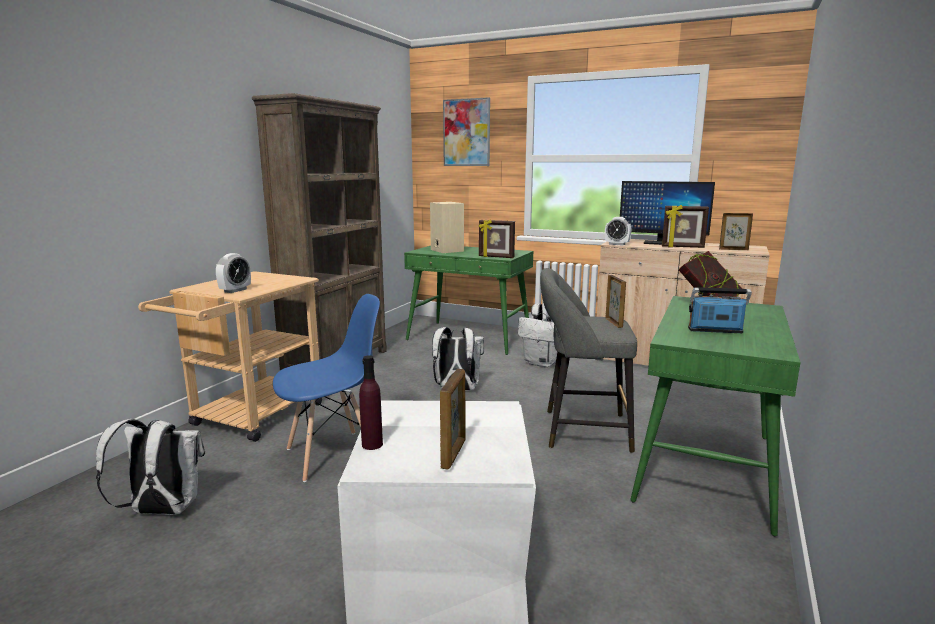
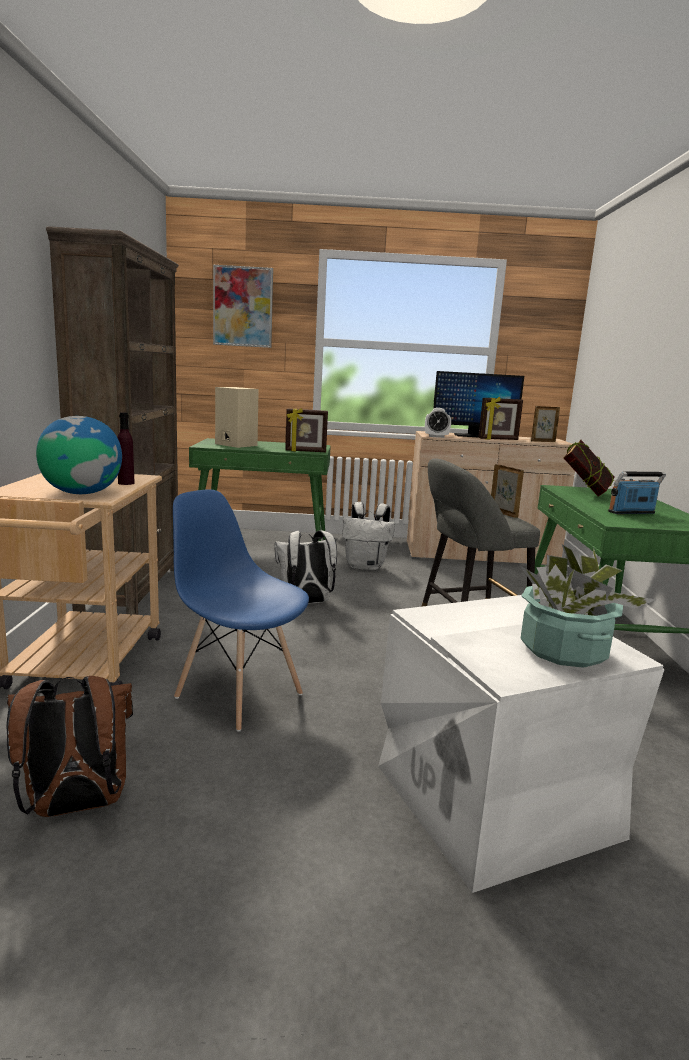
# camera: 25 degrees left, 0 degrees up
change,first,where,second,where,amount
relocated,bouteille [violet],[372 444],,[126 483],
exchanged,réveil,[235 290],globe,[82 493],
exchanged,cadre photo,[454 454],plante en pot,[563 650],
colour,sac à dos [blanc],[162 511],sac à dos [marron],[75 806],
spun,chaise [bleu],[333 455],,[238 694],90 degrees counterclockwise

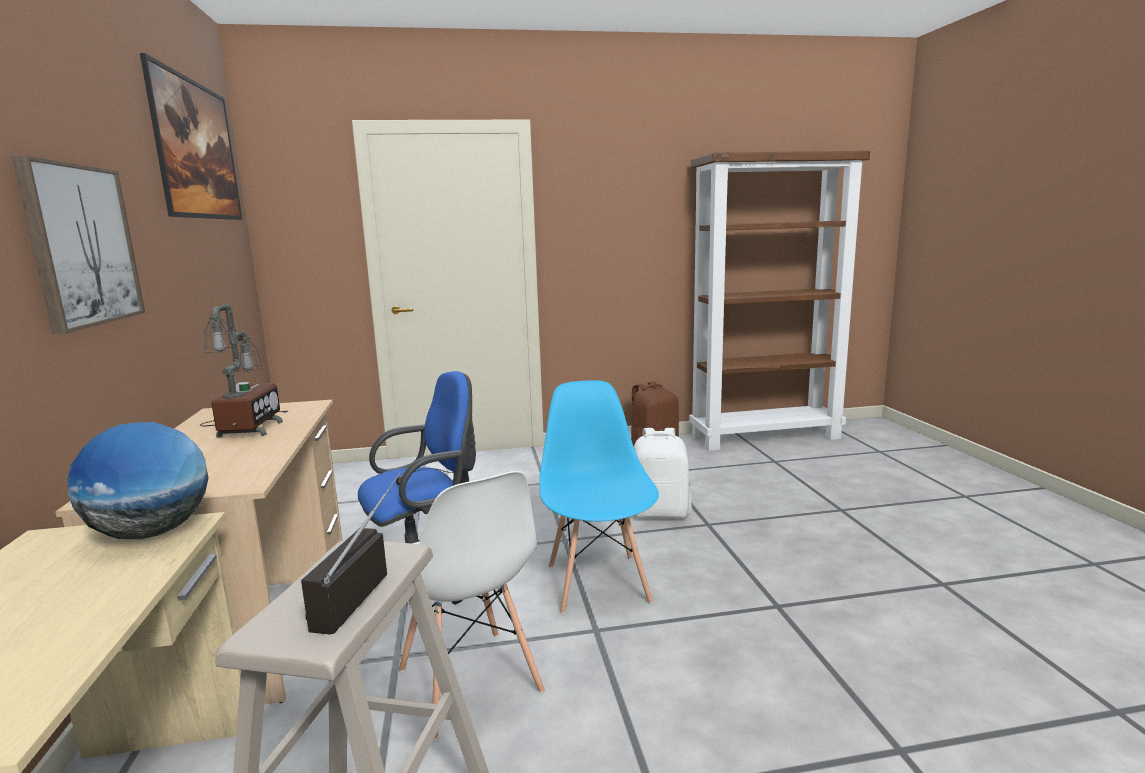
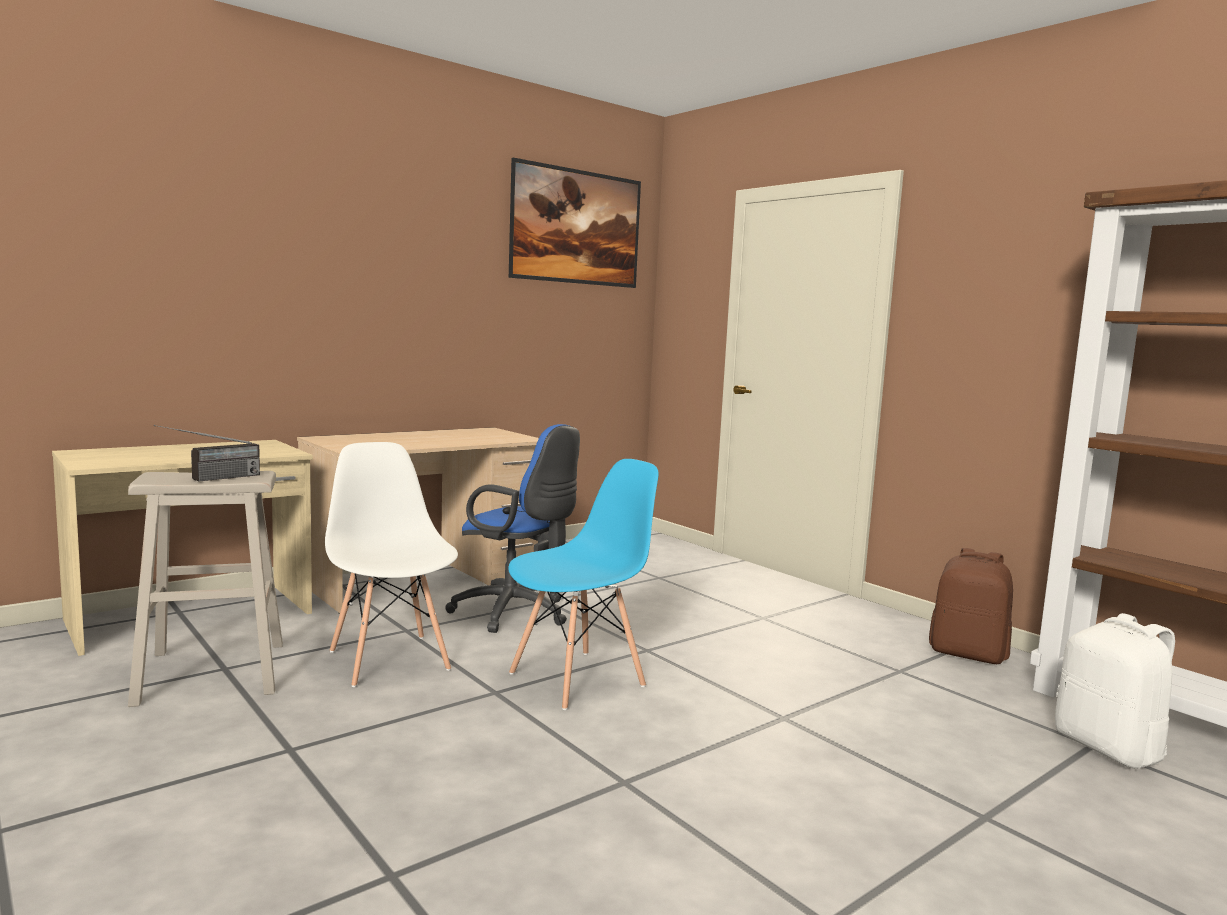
# camera: 60 degrees right, 5 degrees down
change,first,where,second,where,amount
missing,tableau,[81 245],,,
missing,globe,[152 533],,,
missing,lampe de table,[248 426],,,
relocated,sac à dos [blanc],[660 513],,[1110 748],
spun,radio,[362 586],,[210 479],150 degrees clockwise
spun,chaise [blanc],[469 682],,[390 659],120 degrees clockwise

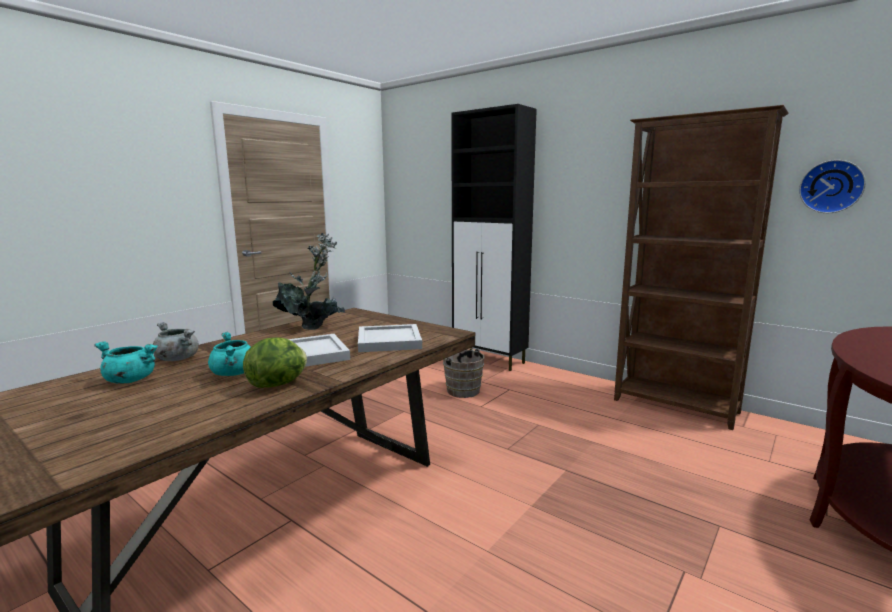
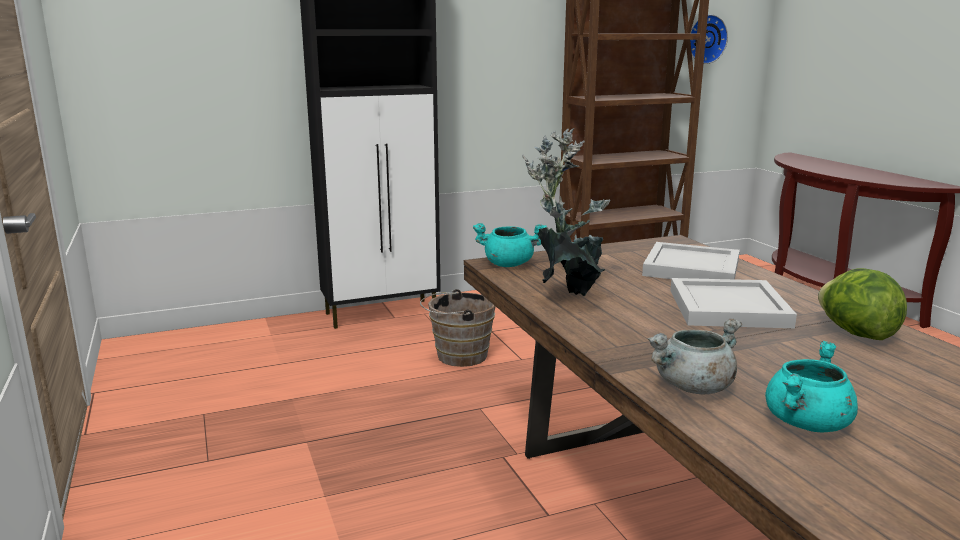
# camera: 60 degrees left, 5 degrees up
change,first,where,second,where,amount
relocated,marmite [turquoise],[234 373],,[509 264],

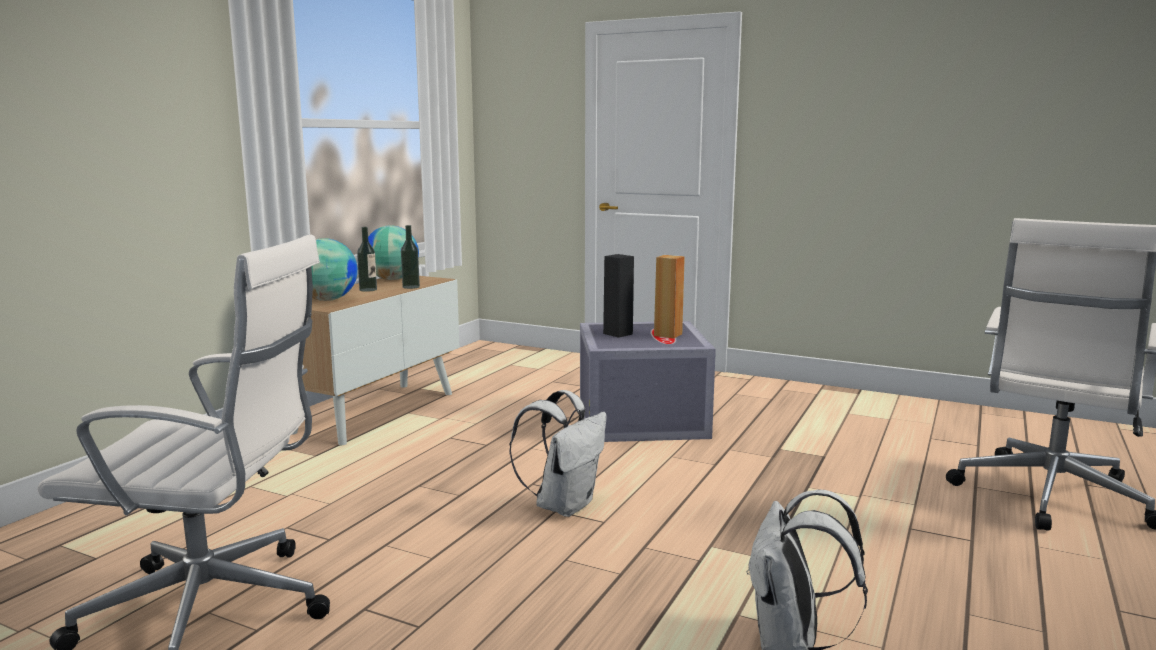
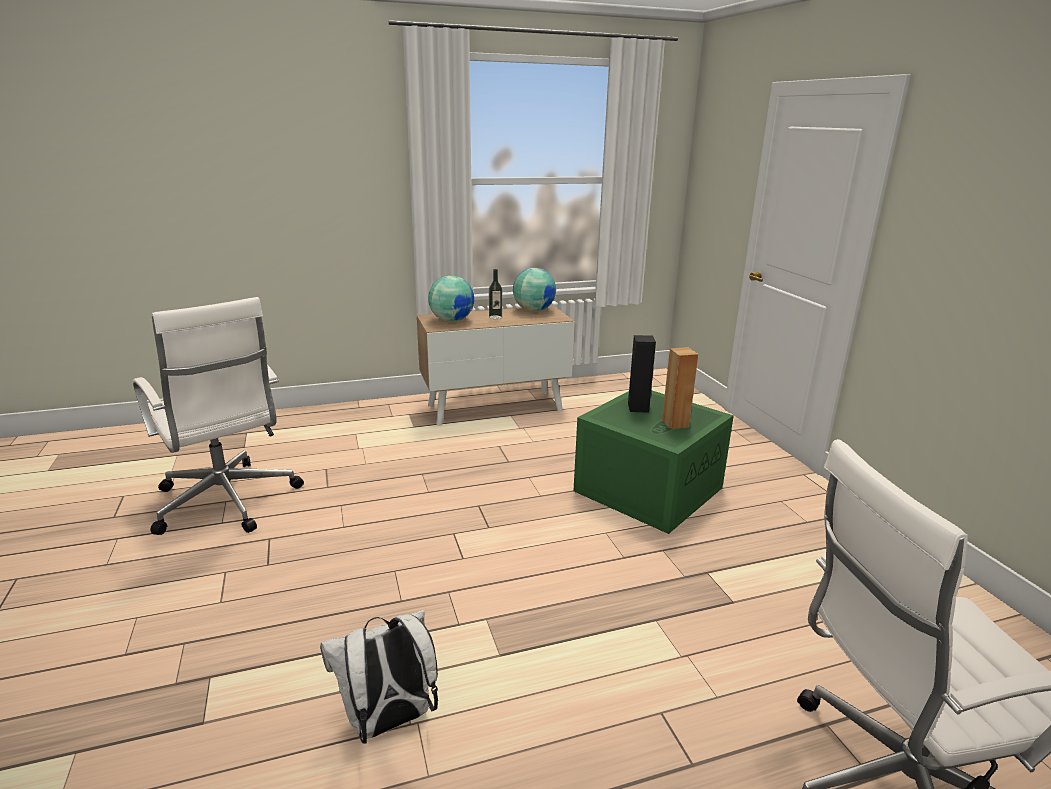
# camera: 45 degrees right, 10 degrees up
change,first,where,second,where,amount
missing,bouteille,[411 287],,,
missing,sac à dos [blanc],[564 505],,,
colour,boîte de rangement [gris],[639 419],boîte de rangement [vert],[647 488],

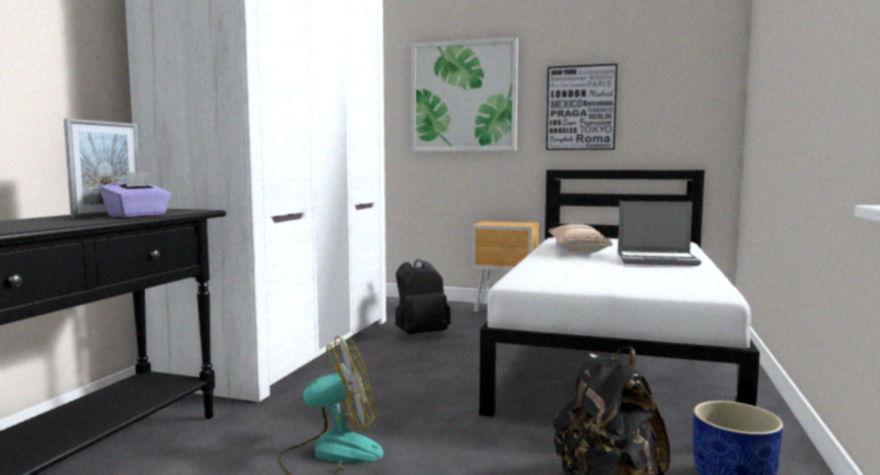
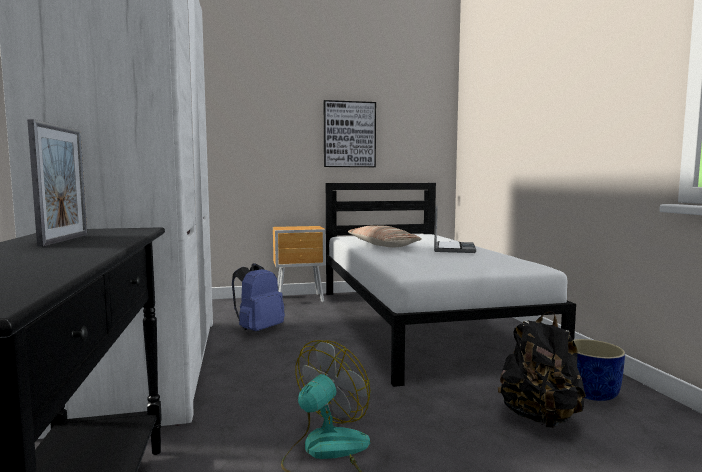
# camera: 30 degrees left, 0 degrees up
change,first,where,second,where,amount
missing,boîte à mouchoirs [violet],[138 215],,,
missing,tableau,[463 96],,,
colour,sac à dos [noir],[420 334],sac à dos [bleu],[258 330],
spun,ordinateur portable,[657 260],,[453 248],60 degrees counterclockwise

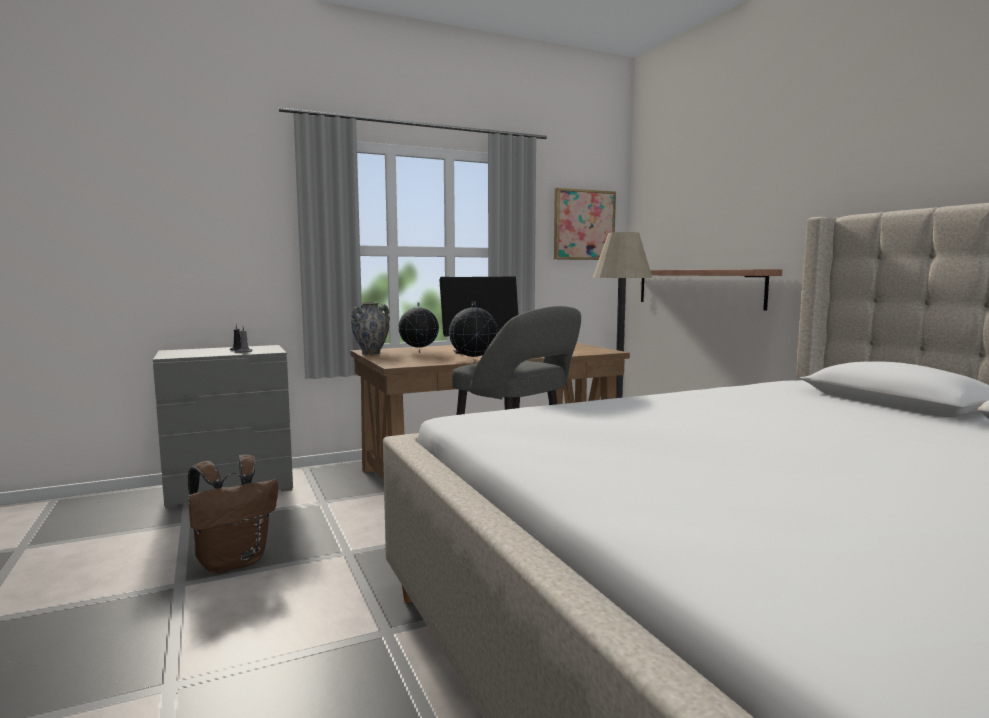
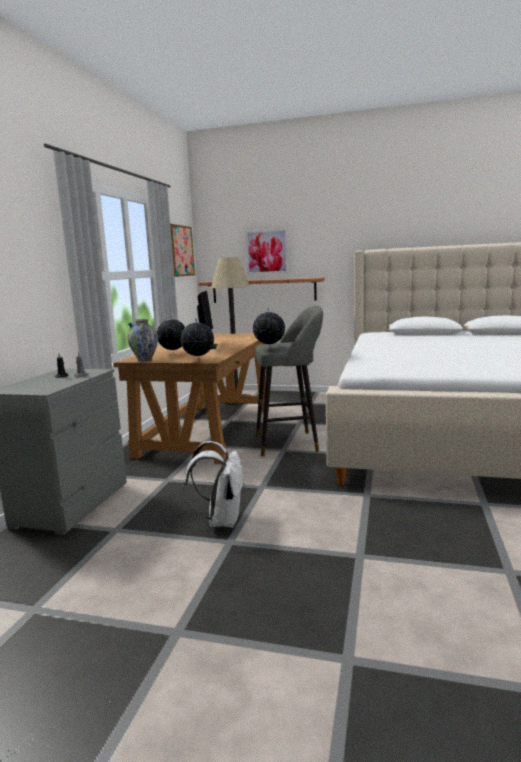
# camera: 50 degrees left, 5 degrees up
change,first,where,second,where,amount
appeared,,,globe,[198 360],
appeared,,,tableau,[267 252],
colour,sac à dos [marron],[233 562],sac à dos [blanc],[221 520],

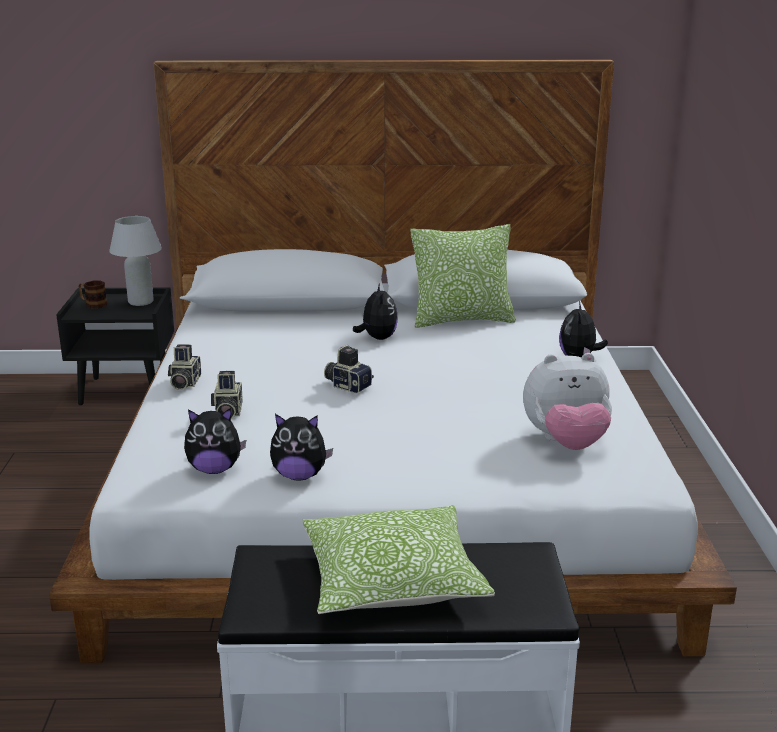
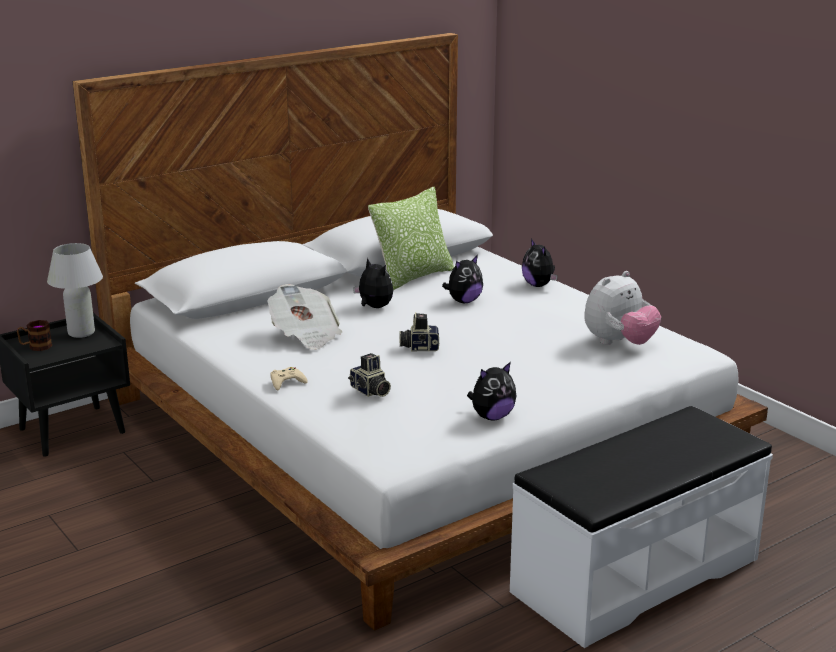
# camera: 35 degrees left, 0 degrees up
change,first,where,second,where,amount
missing,coussin,[392 581],,,
appeared,,,journal,[305 335],
relocated,peluche,[214 469],,[463 301],
exchanged,appareil photo,[184 383],manette [beige],[287 382],

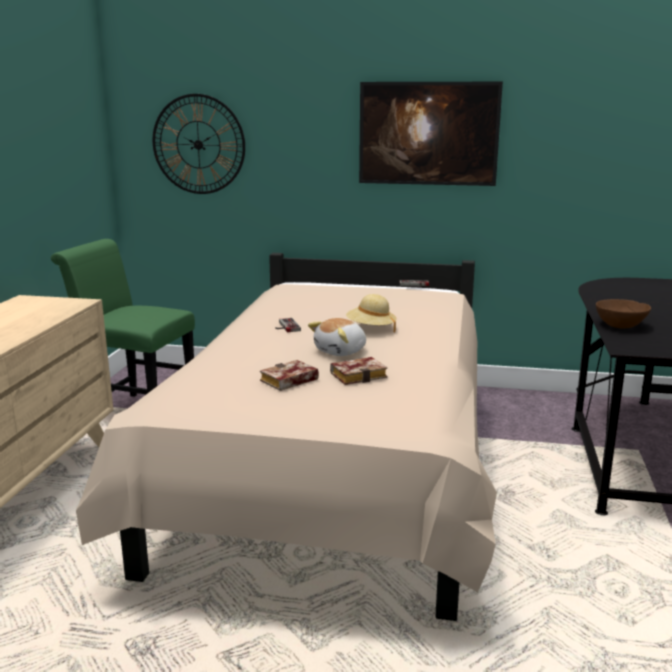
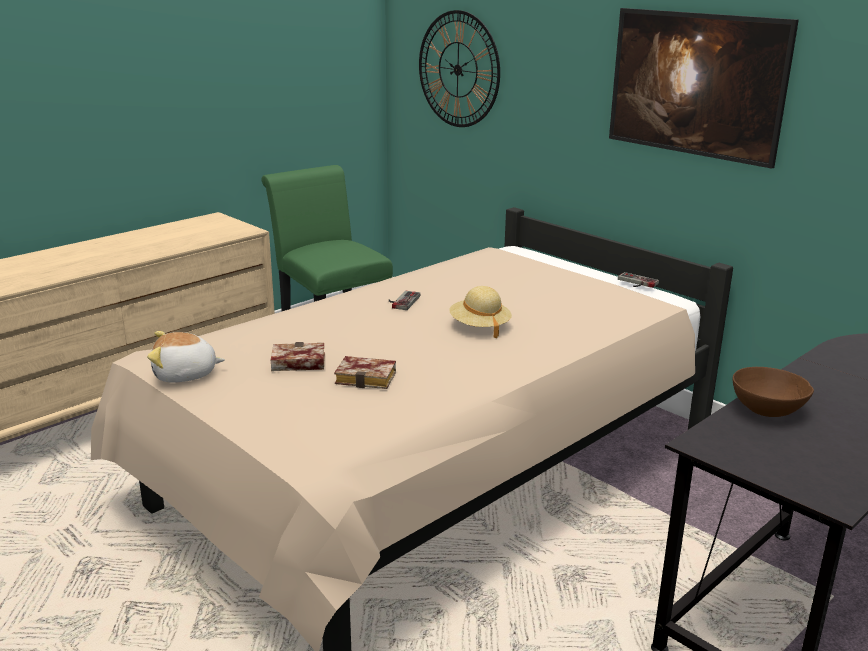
# camera: 35 degrees right, 5 degrees up
change,first,where,second,where,amount
relocated,peluche,[341 351],,[185 375],

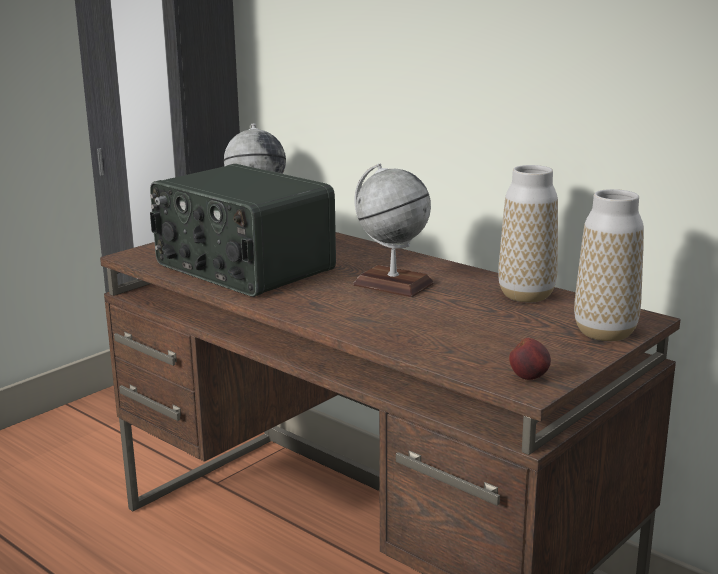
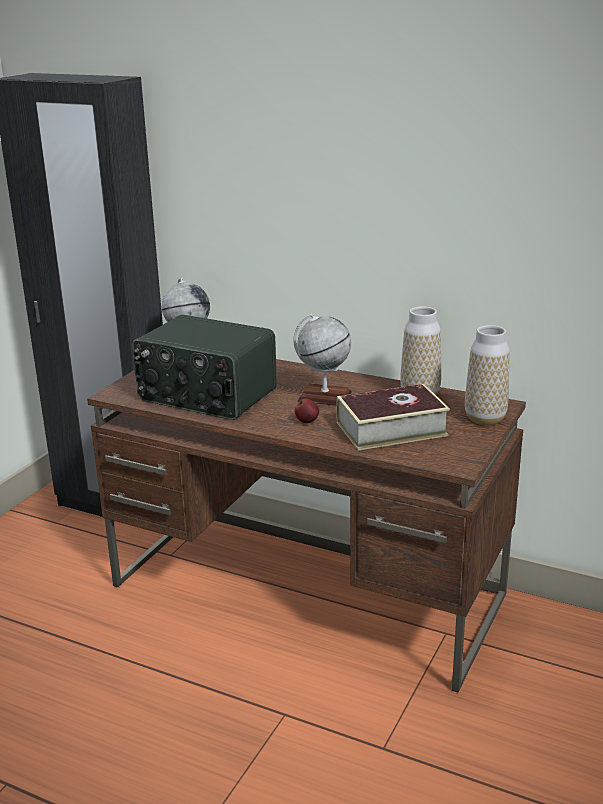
# camera: 15 degrees left, 5 degrees up
change,first,where,second,where,amount
appeared,,,livre,[391 429],
relocated,pomme,[529 377],,[307 421],

